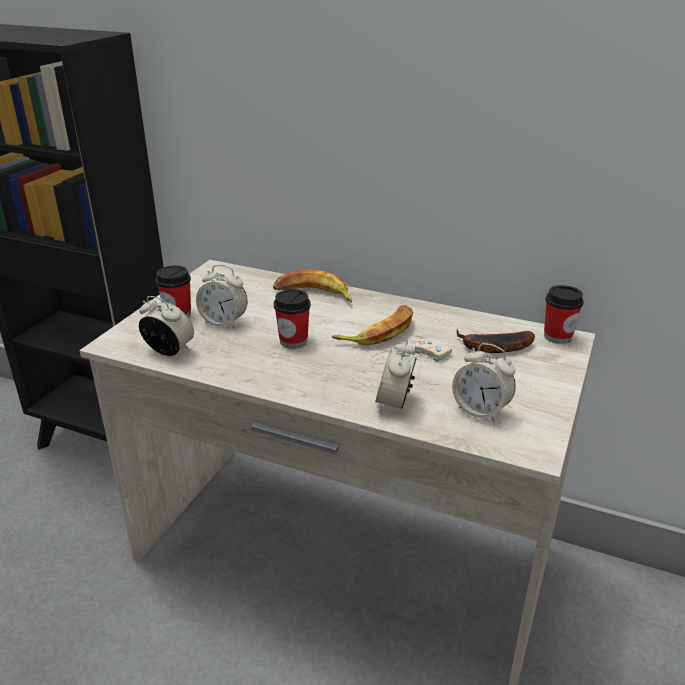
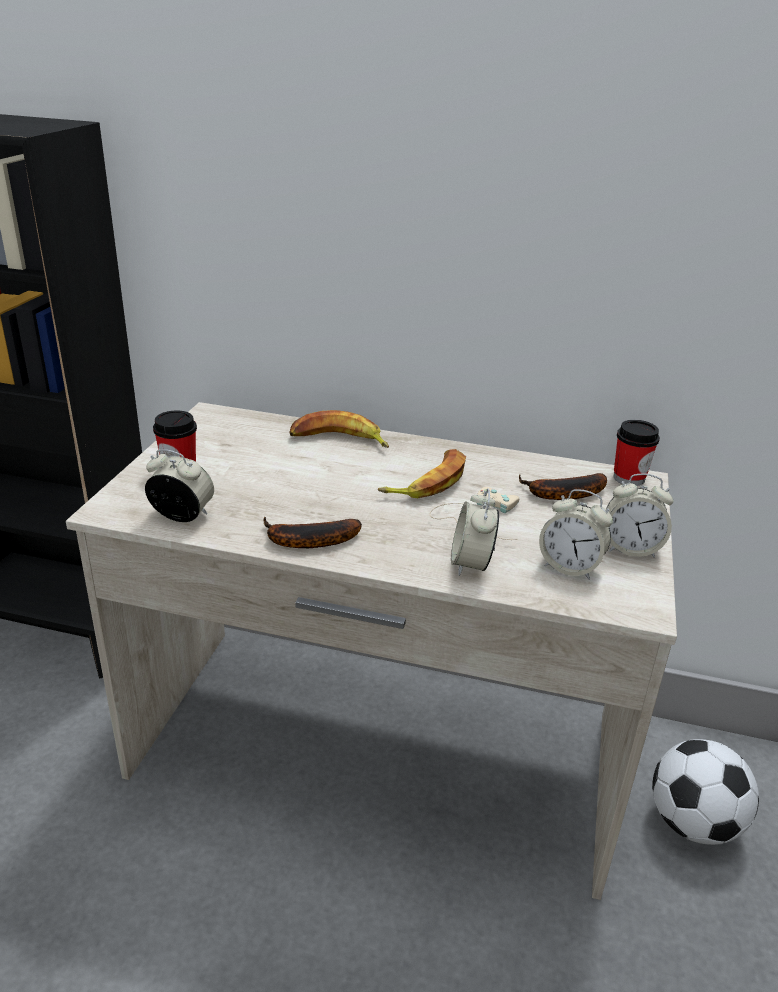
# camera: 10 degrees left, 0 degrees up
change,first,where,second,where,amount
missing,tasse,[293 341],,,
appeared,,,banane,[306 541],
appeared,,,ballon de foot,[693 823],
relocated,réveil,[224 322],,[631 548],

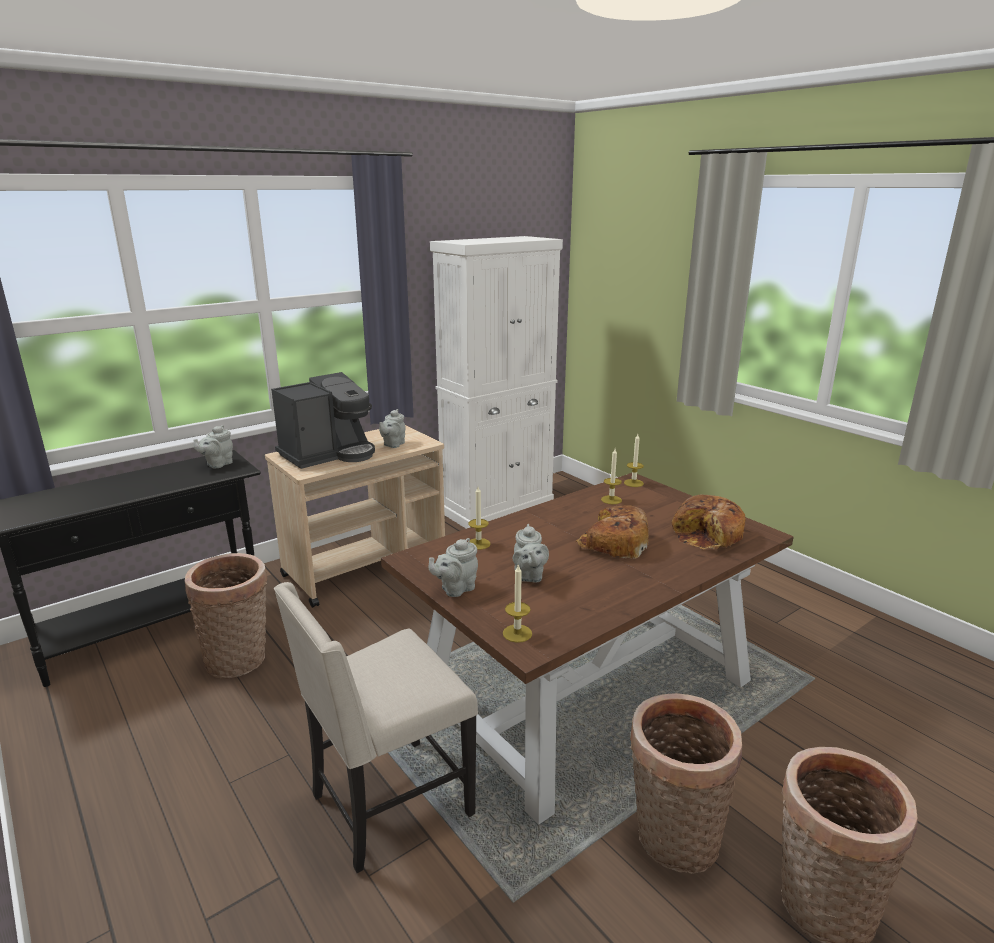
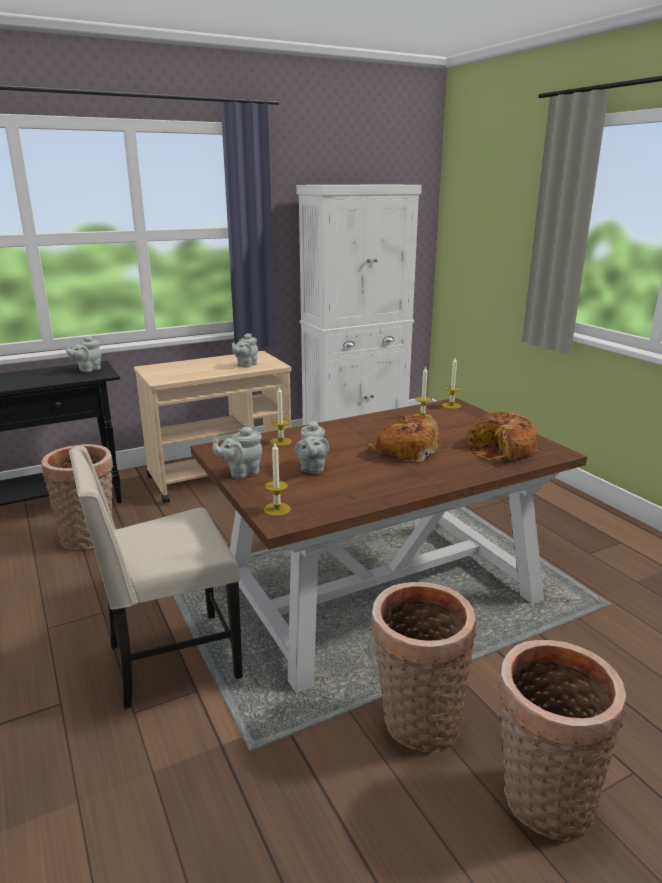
# camera: 10 degrees right, 0 degrees up
change,first,where,second,where,amount
missing,machine à café,[329 454],,,

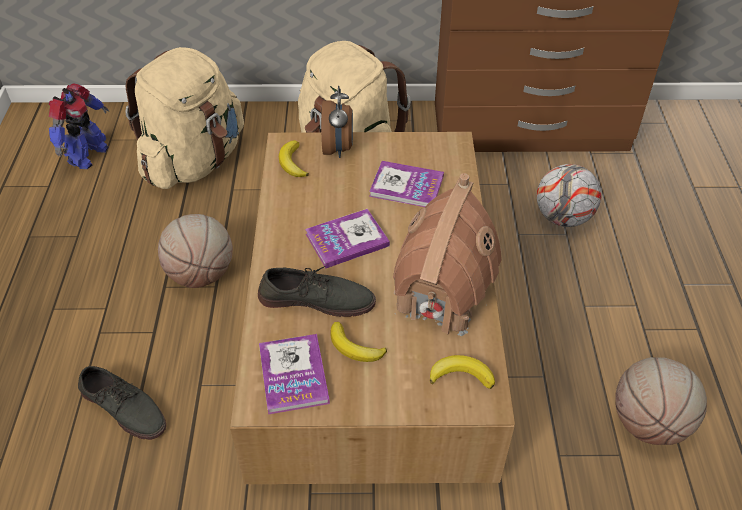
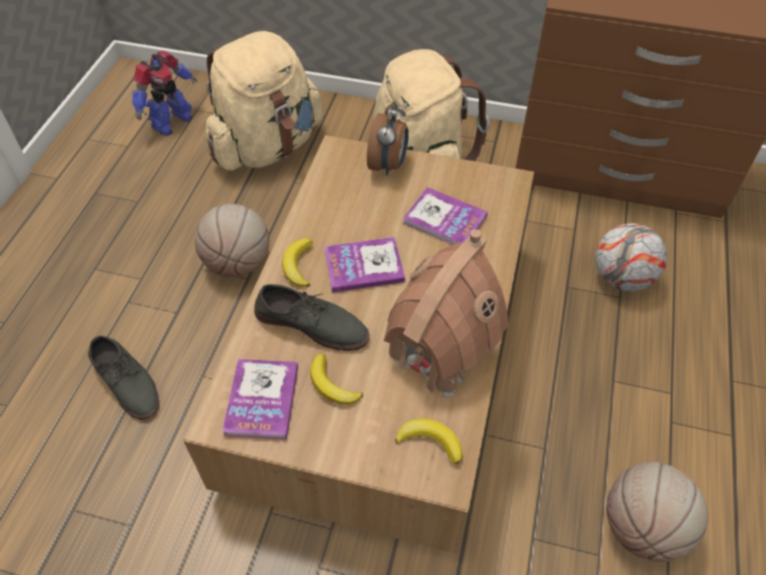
# camera: 15 degrees right, 5 degrees up
change,first,where,second,where,amount
relocated,banane,[292 163],,[298 265],

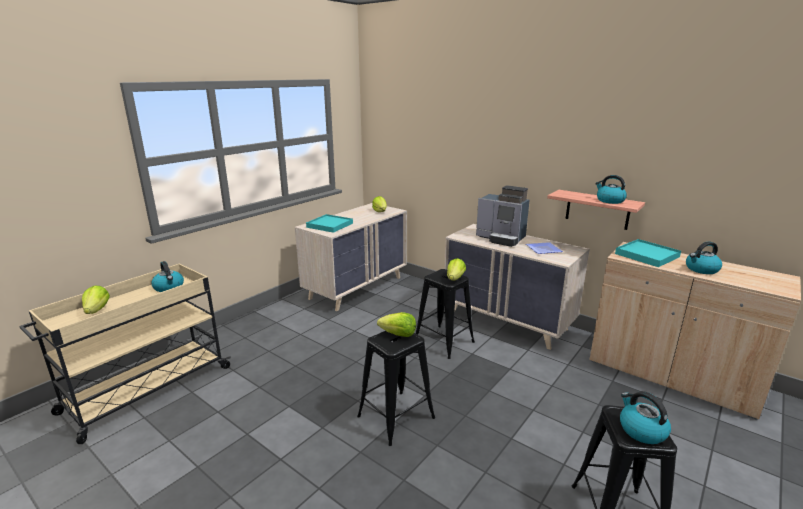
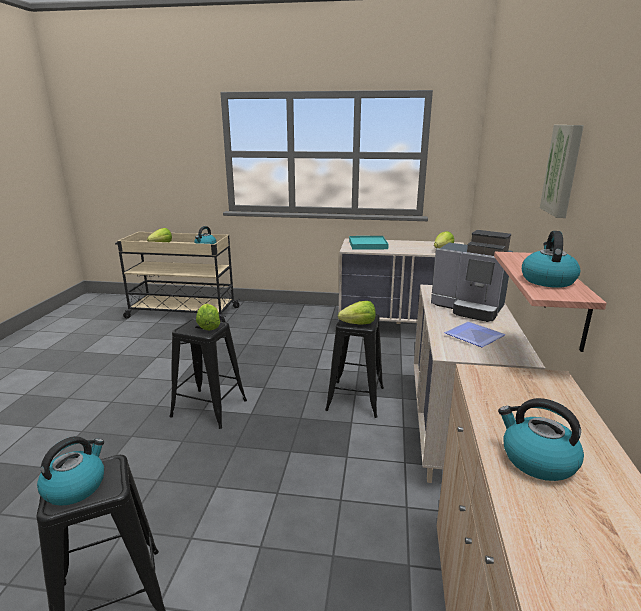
# camera: 60 degrees right, 0 degrees up
change,first,where,second,where,amount
missing,plateau [turquoise],[647 255],,,
appeared,,,tableau,[564 170],
spun,machine à café,[501 238],,[469 308],60 degrees counterclockwise

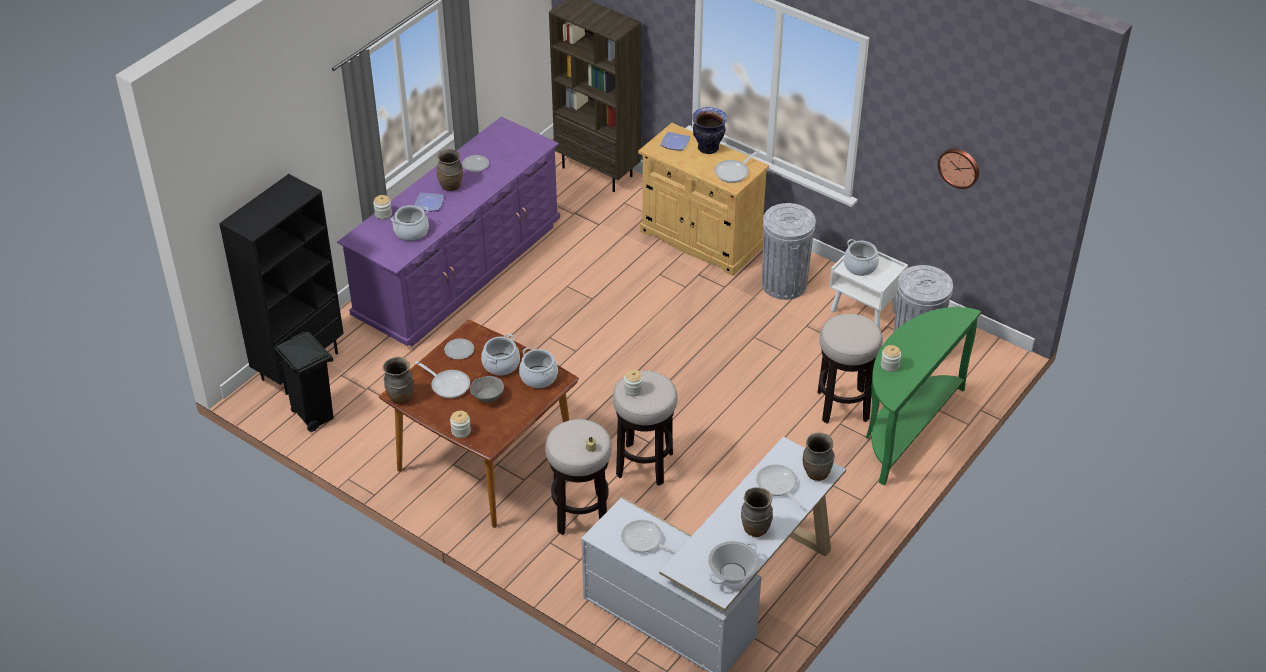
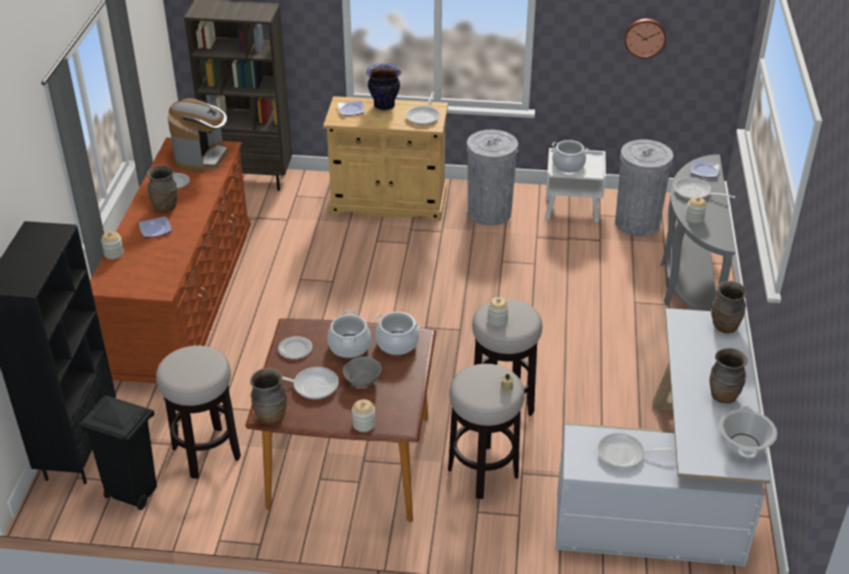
# camera: 30 degrees left, 5 degrees down
change,first,where,second,where,amount
missing,marmite,[411 231],,,
appeared,,,machine à café,[202 157],
appeared,,,assiette,[705 171],
relocated,poêle,[778 486],,[695 193],
relocated,tabouret,[843 406],,[206 452],
colour,commode [violet],[459 271],commode [marron],[184 302],
colour,table console [vert],[905 427],table console [gris],[687 285],

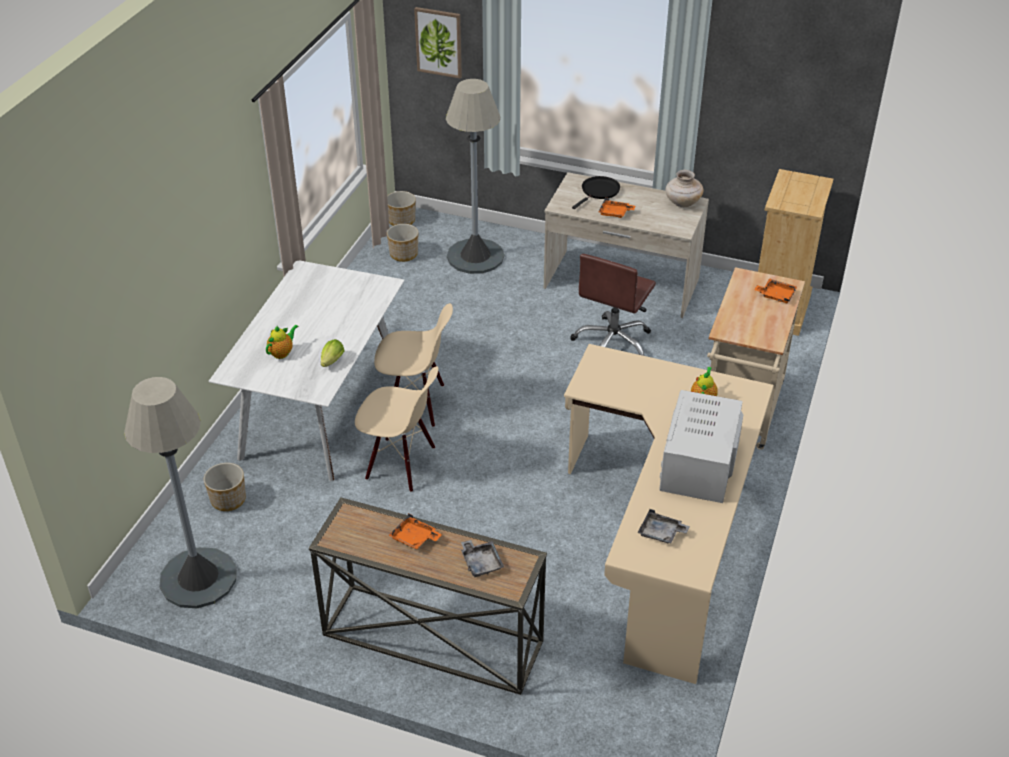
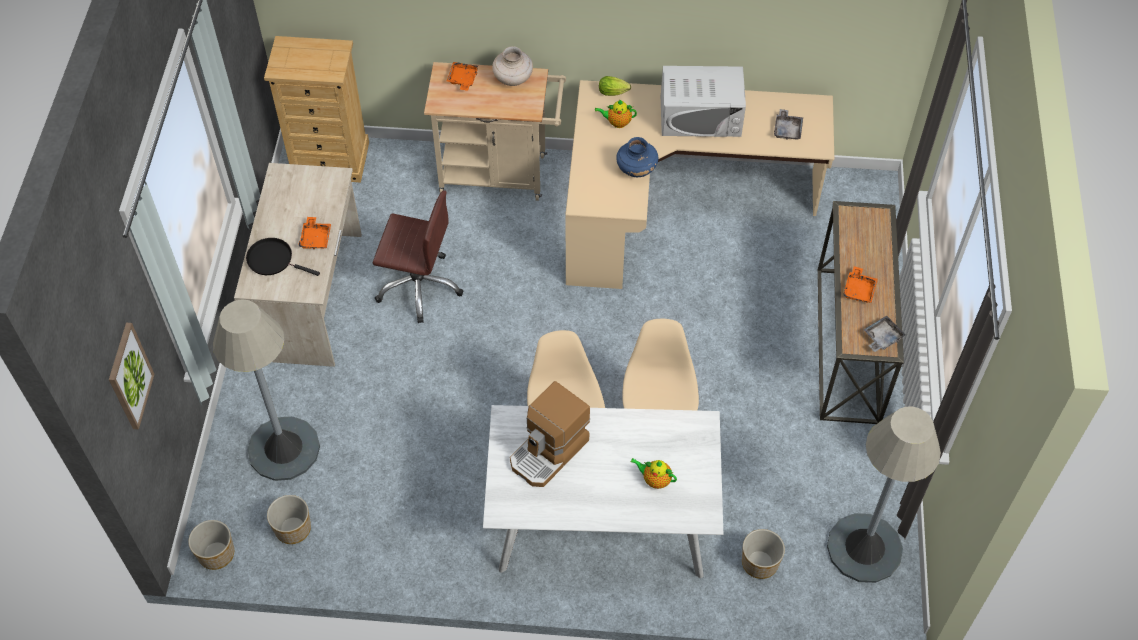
# camera: 105 degrees left, 15 degrees up
change,first,where,second,where,amount
appeared,,,machine à café,[549 452],
appeared,,,vase [bleu],[636 169],
relocated,laitue,[331 362],,[614 92],
relocated,plateau [gris],[481 562],,[882 338],
relocated,vase [beige],[682 203],,[513 79],

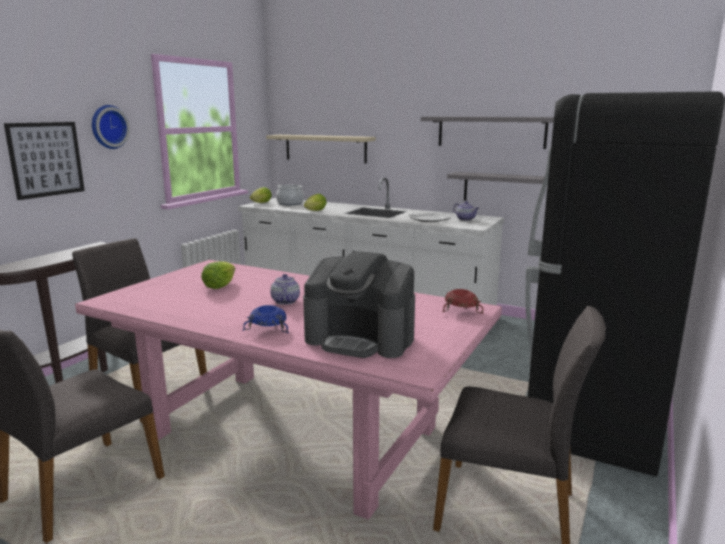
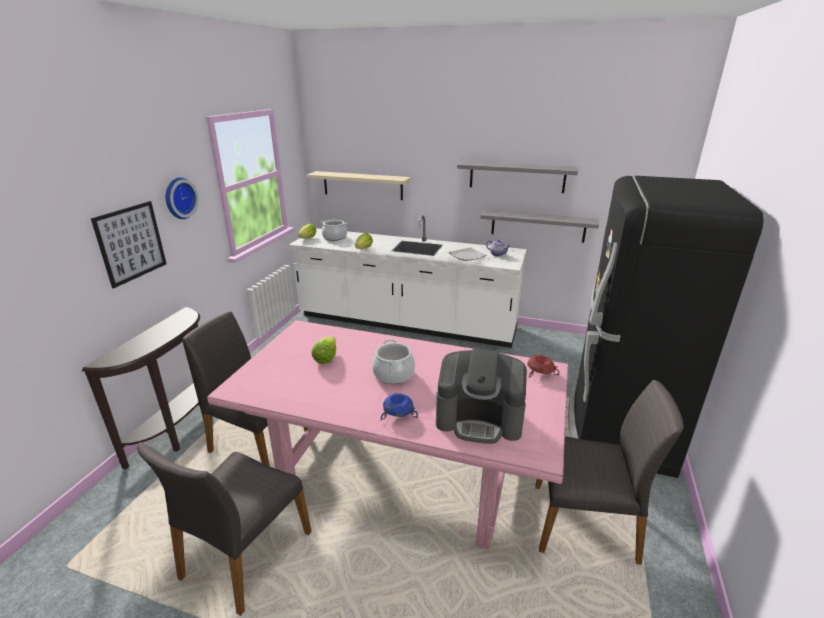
# camera: 10 degrees left, 10 degrees up
change,first,where,second,where,amount
exchanged,théière,[285 301],marmite,[393 374],

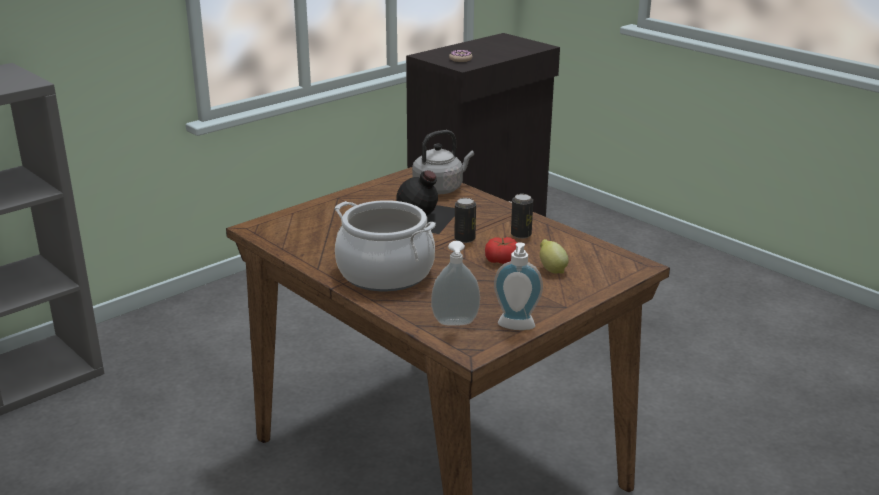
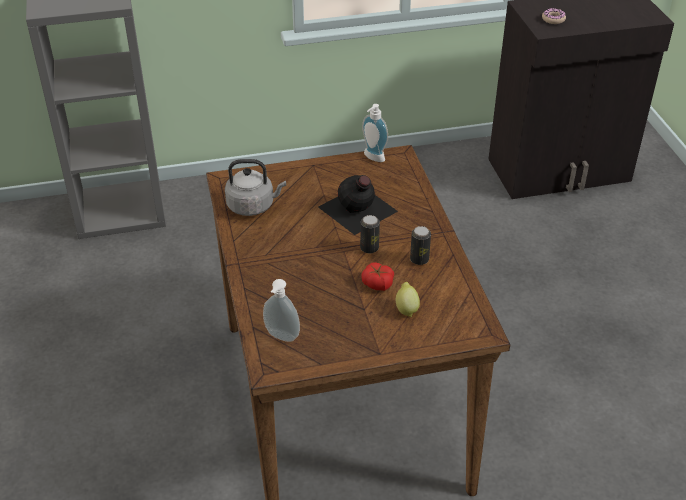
# camera: 30 degrees right, 15 degrees up
change,first,where,second,where,amount
missing,marmite,[385 273],,,
relocated,bouilloire [gris],[440 188],,[253 206],
relocated,distributeur de savon,[515 327],,[372 158],

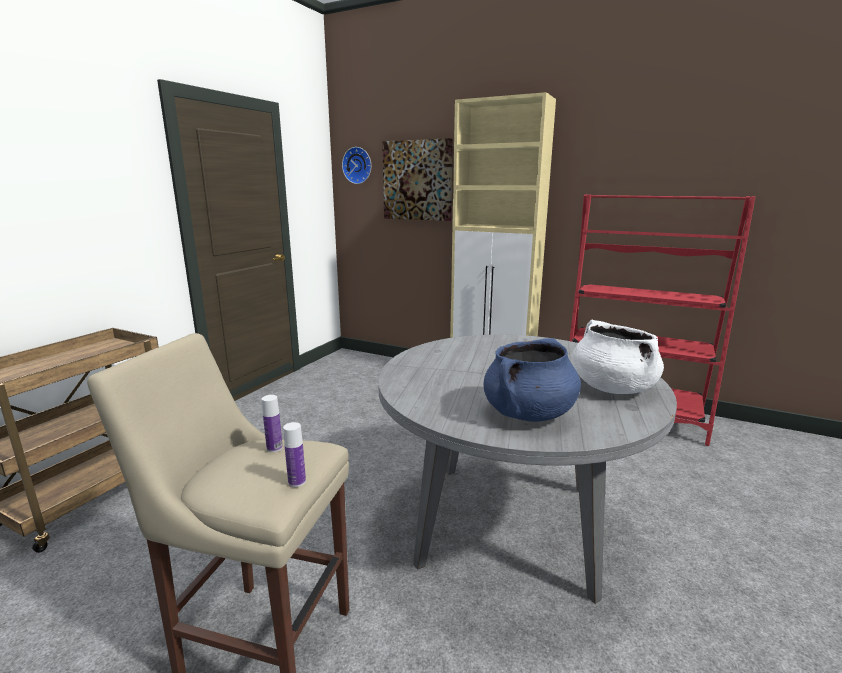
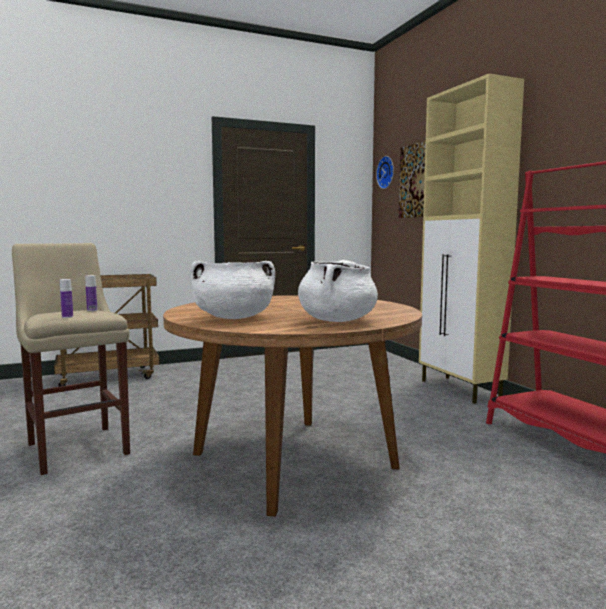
# camera: 40 degrees right, 10 degrees down
change,first,where,second,where,amount
colour,table à manger [gris],[509 524],table à manger [marron],[293 460],
colour,marmite [bleu],[528 413],marmite [blanc],[233 318],

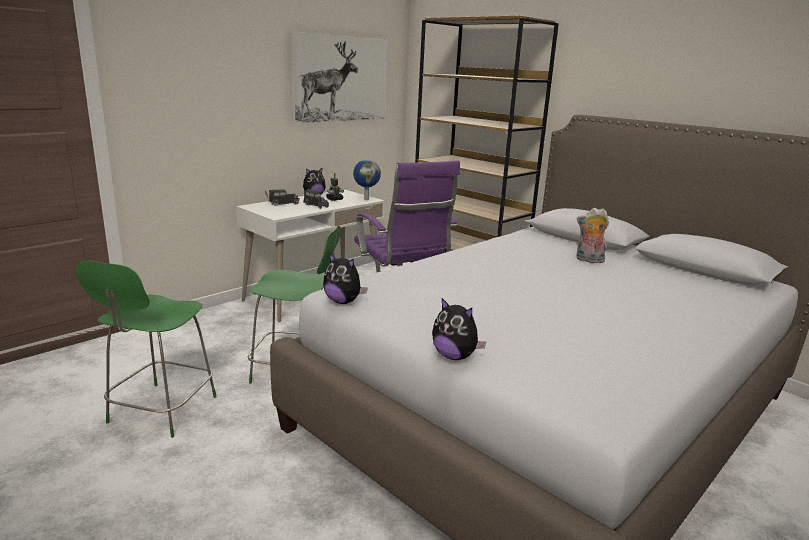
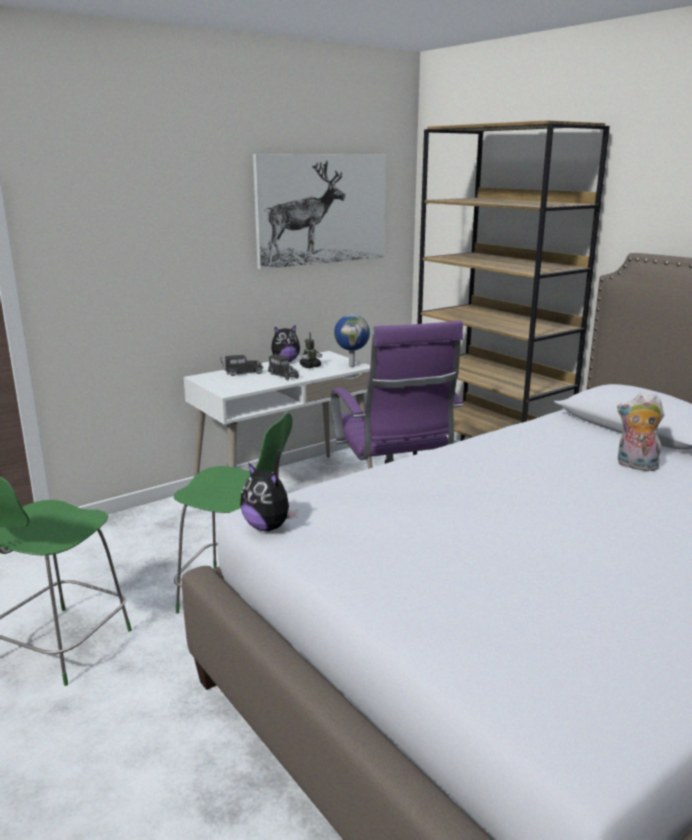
# camera: 10 degrees right, 0 degrees up
change,first,where,second,where,amount
missing,peluche,[455 356],,,

